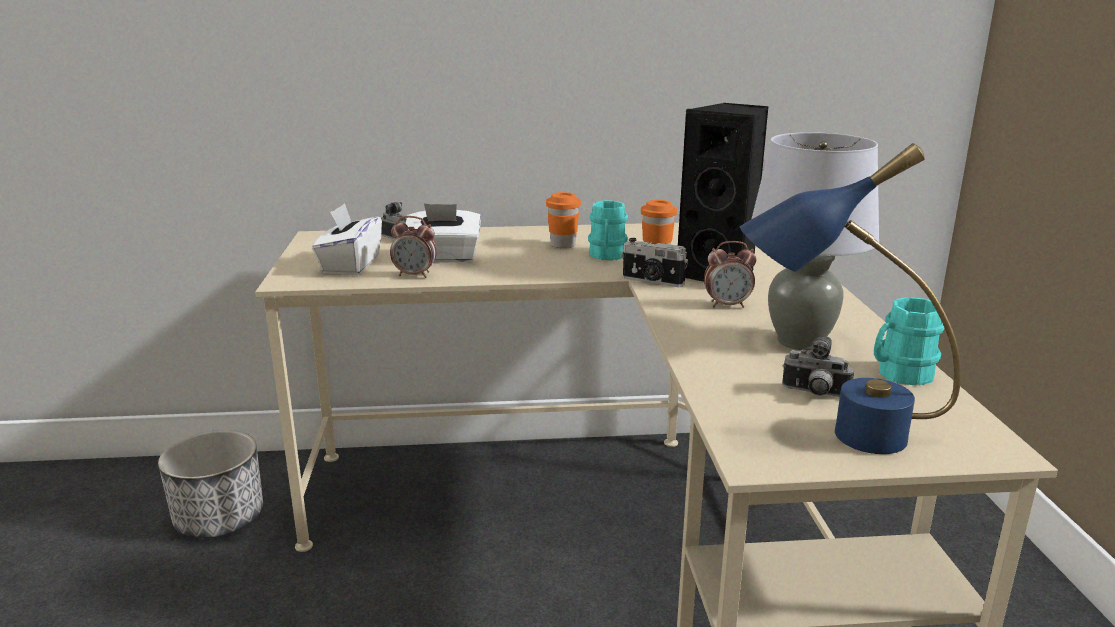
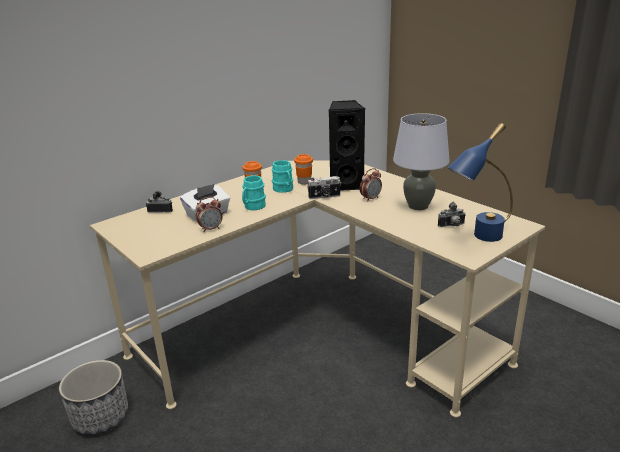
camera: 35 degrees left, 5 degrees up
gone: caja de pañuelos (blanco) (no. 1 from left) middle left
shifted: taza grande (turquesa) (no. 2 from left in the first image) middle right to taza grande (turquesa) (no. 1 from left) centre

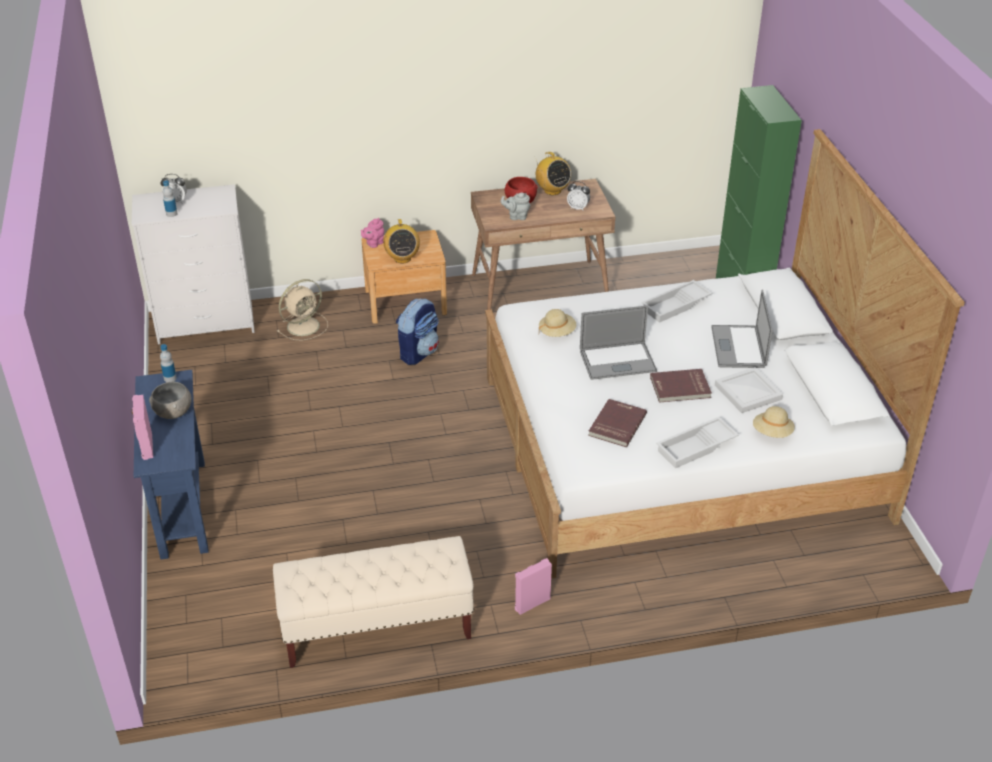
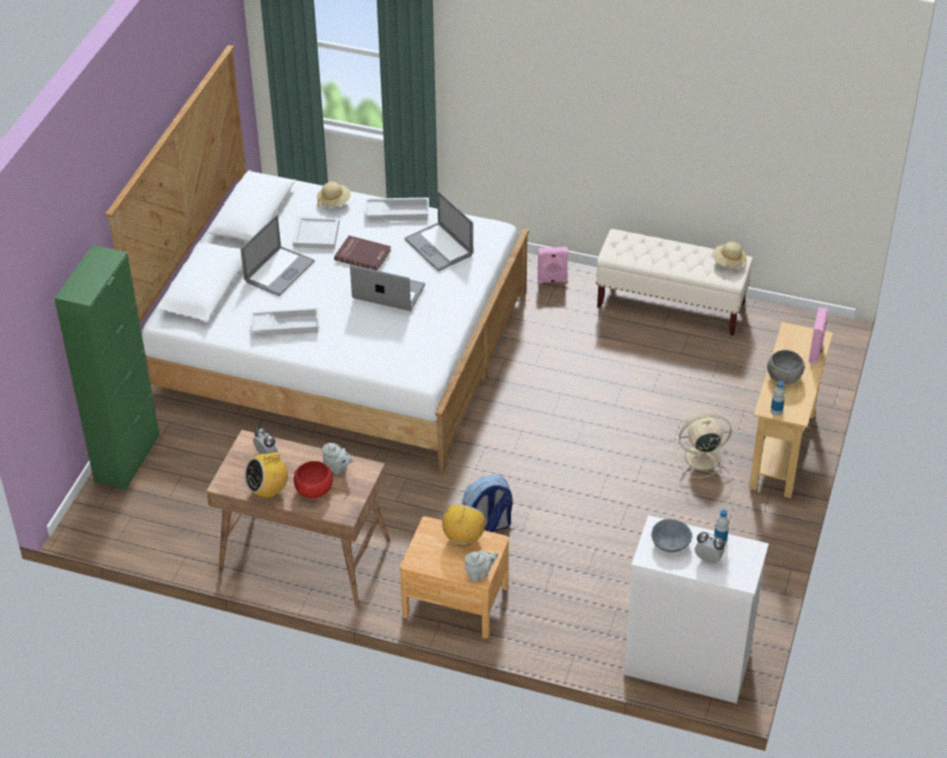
camera: 150 degrees left, 5 degrees up
new: cuenco (gris) (no. 1 from left) bottom right
shifted: ventilador (beis) middle left to middle right; sombrero (beis) (no. 1 from left in the first image) centre to sombrero (beis) (no. 2 from left) middle right
swapped: libro (rojo) (no. 1 from left) centre to portátil (no. 3 from left) top centre
repainted: tetera (rosa) top centre to tetera (gris) (no. 2 from left) bottom centre; mesa consola (azul) middle left to mesa consola (beis) middle right
rotated: radio (no. 2 from left in the first image) top centre = middle left 120 degrees counterclockwise

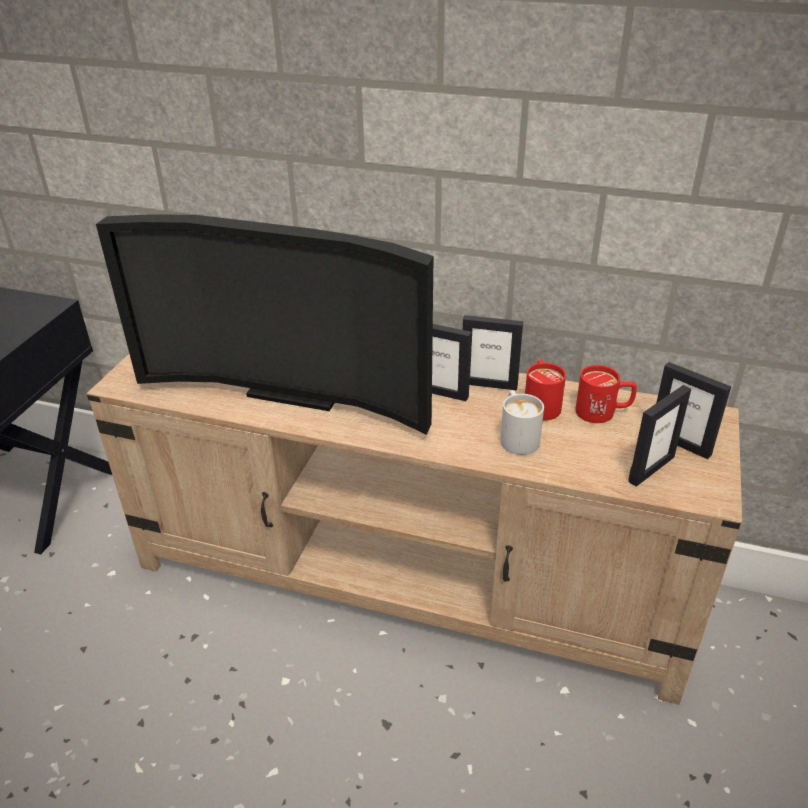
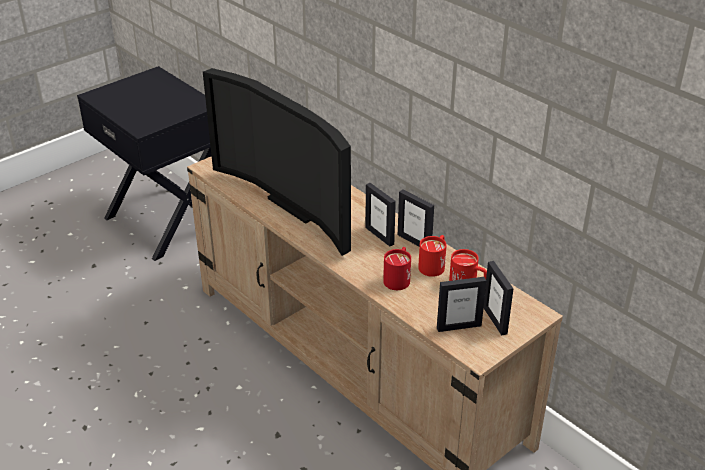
camera: 30 degrees right, 0 degrees up
repainted: taza grande (blanco) centre to taza grande (rojo) (no. 1 from left) centre

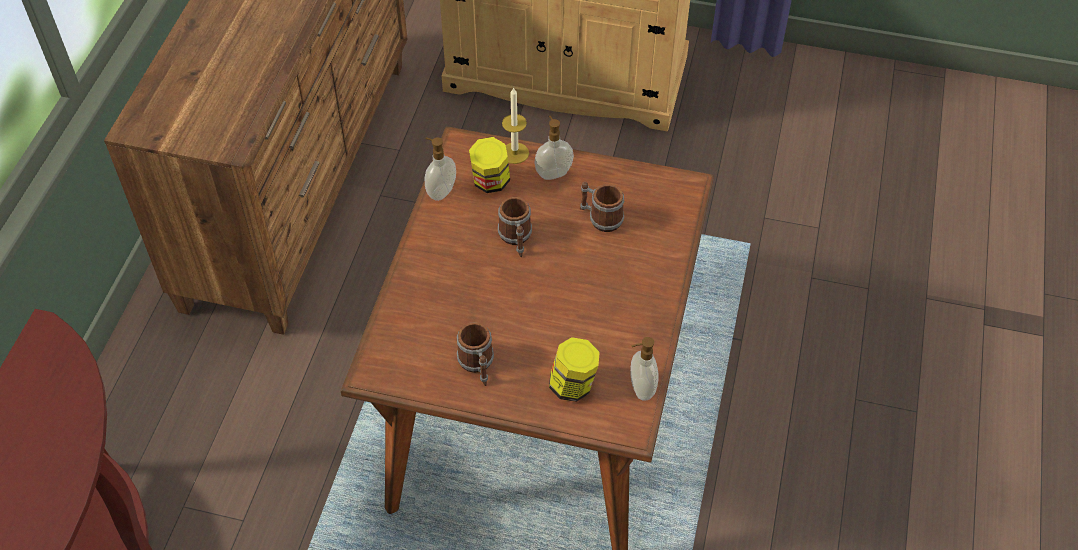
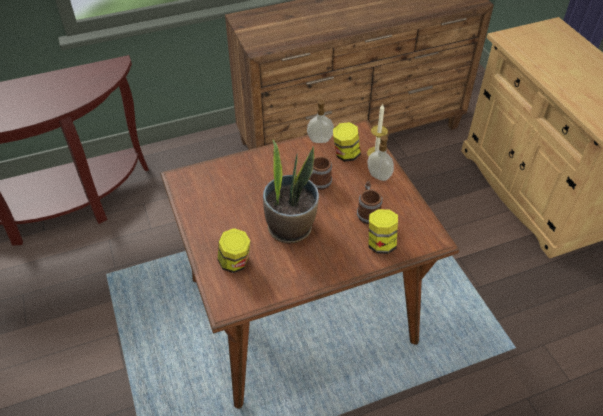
camera: 55 degrees right, 5 degrees down
gone: taza grande (no. 1 from left) centre; dispensador de jabón (no. 3 from left) bottom centre
new: planta en maceta centre; tarro (no. 3 from left) centre

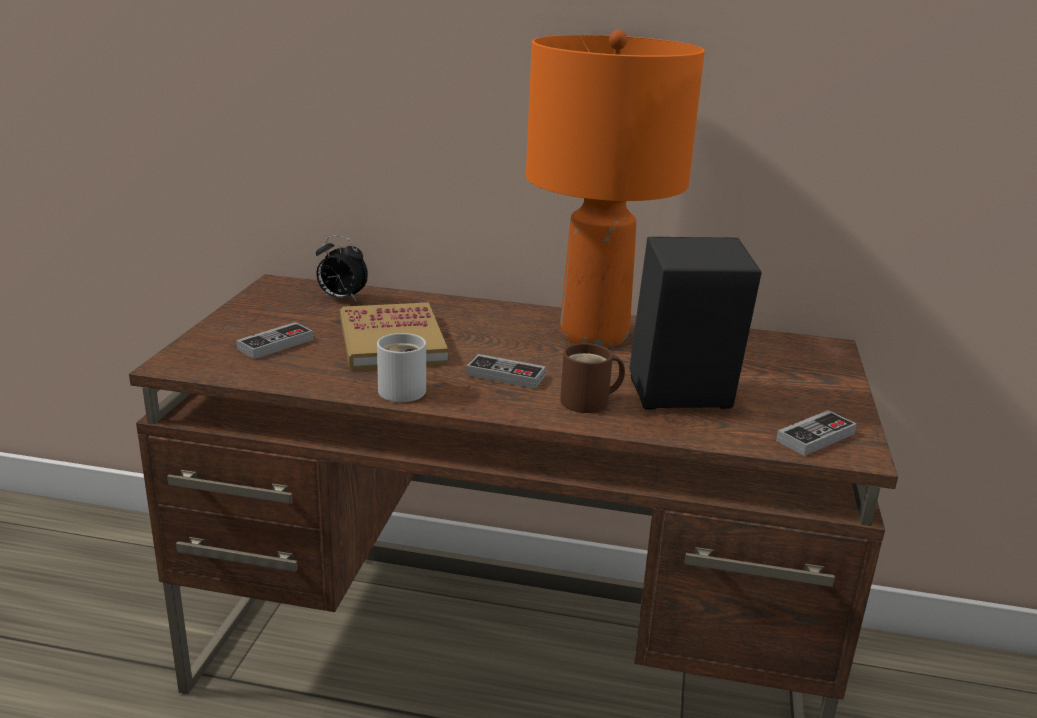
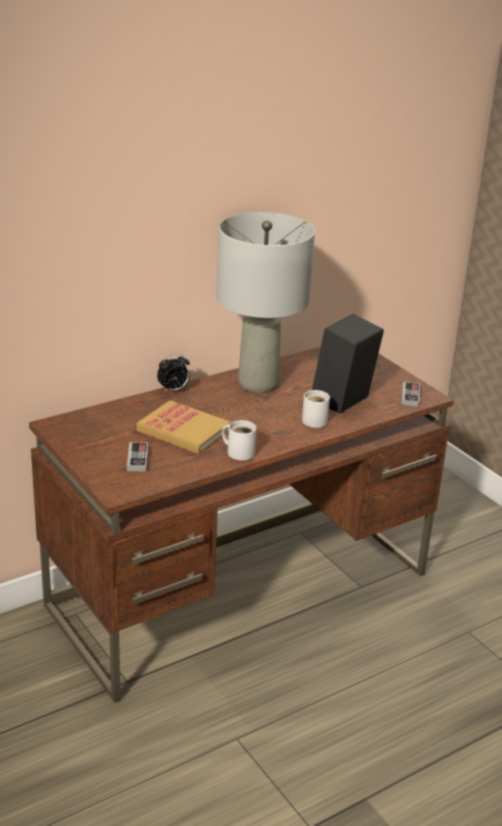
camera: 45 degrees left, 5 degrees up
gone: mando de consola (no. 2 from left) centre
shifted: despertador middle left to centre
repainted: lámpara de mesa (naranja) top centre to lámpara de mesa (gris) centre; taza grande (marrón) centre to taza grande (blanco) (no. 2 from left) centre

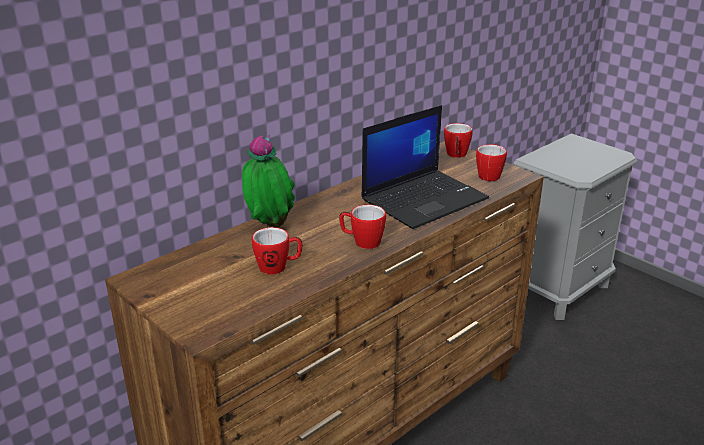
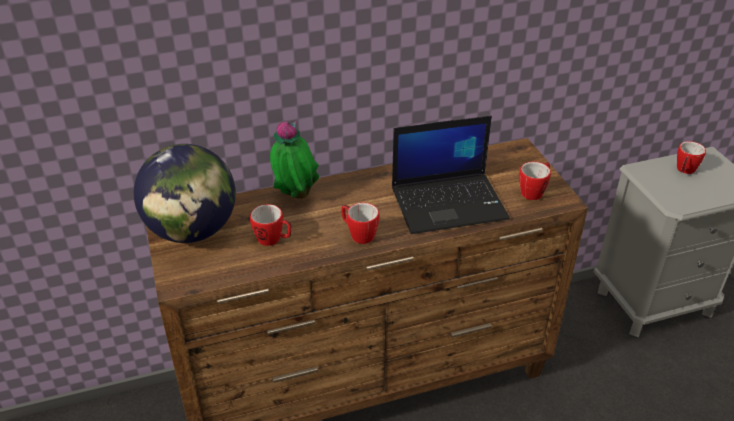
camera: 25 degrees right, 10 degrees up
new: globo terráqueo middle left
shifted: taza grande (no. 3 from left in the first image) top centre to taza grande (no. 4 from left) middle right

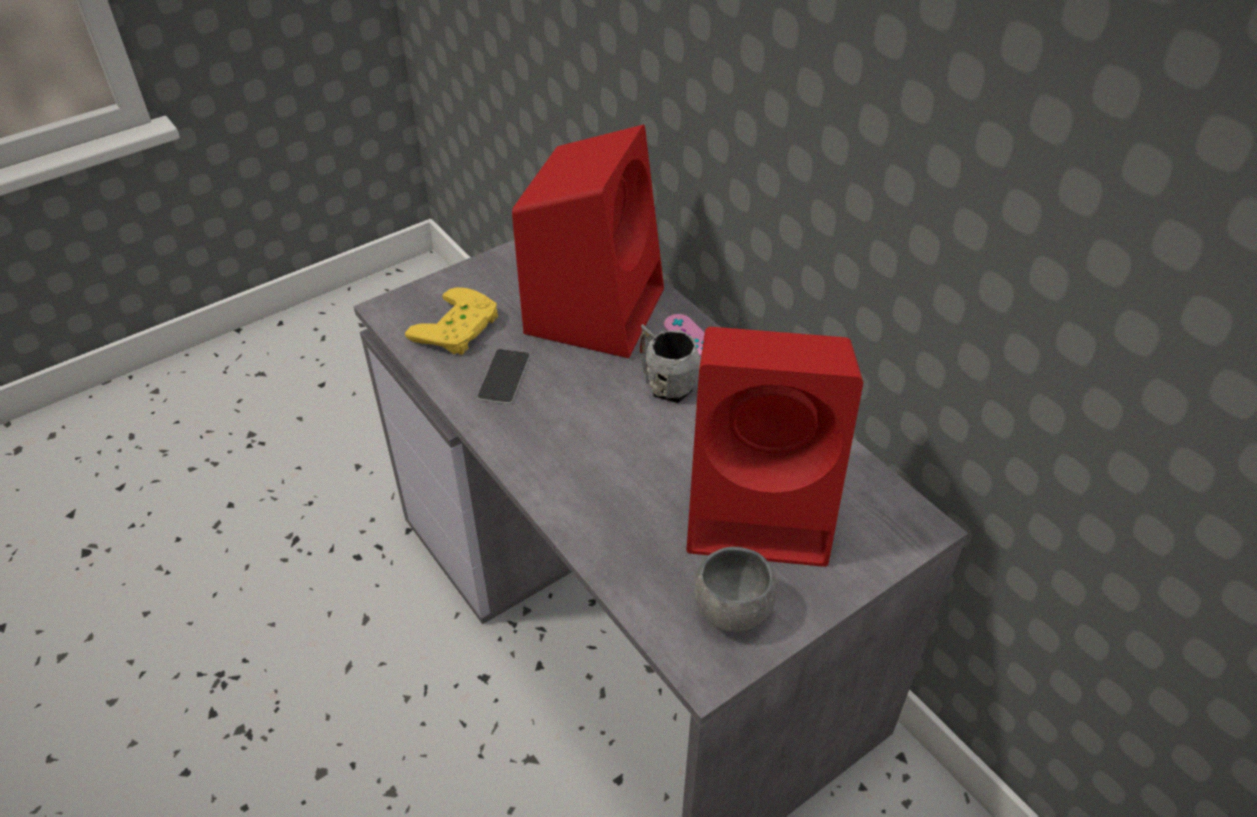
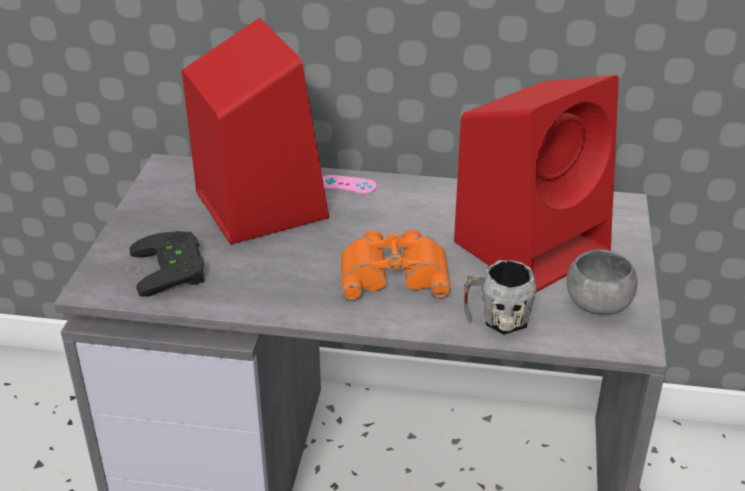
camera: 45 degrees left, 10 degrees down
gone: móvil centre
new: prismáticos (naranja) centre
shifted: taza grande (gris) centre to middle right
repainted: mando de consola (amarillo) centre to mando de consola (negro) middle left

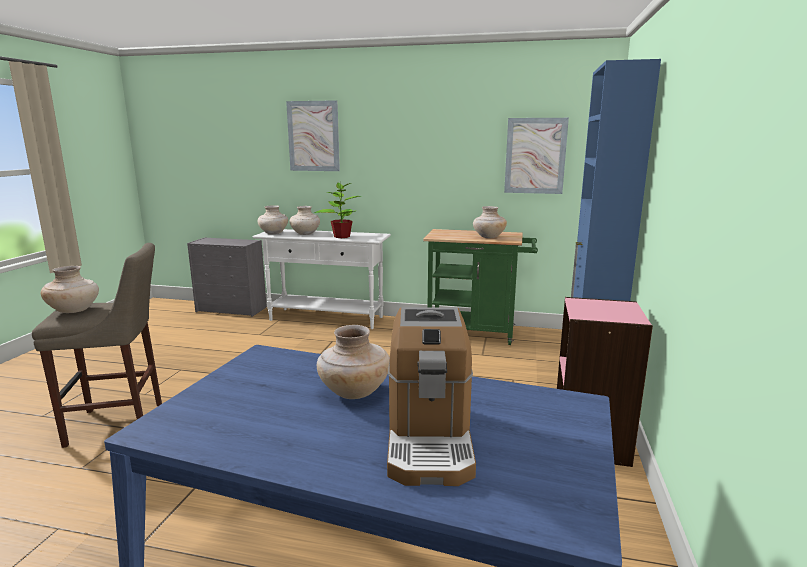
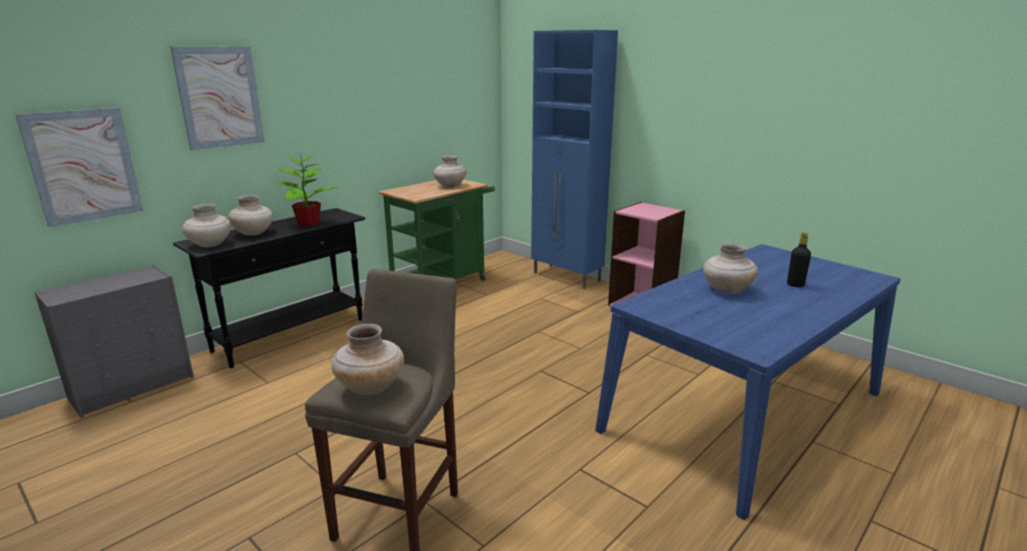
camera: 60 degrees left, 5 degrees up
shifted: cuadro (no. 2 from left in the first image) top centre to cuadro (no. 1 from left) top left
swapped: cafetera bottom centre to botella (negro) middle right
repainted: mesa consola (blanco) centre to mesa consola (negro) middle left

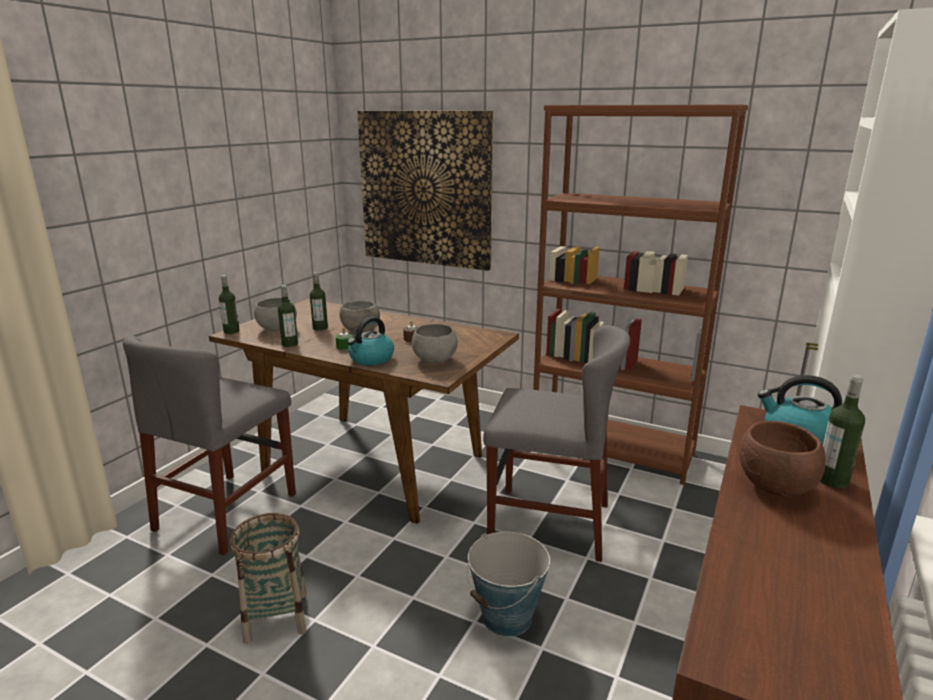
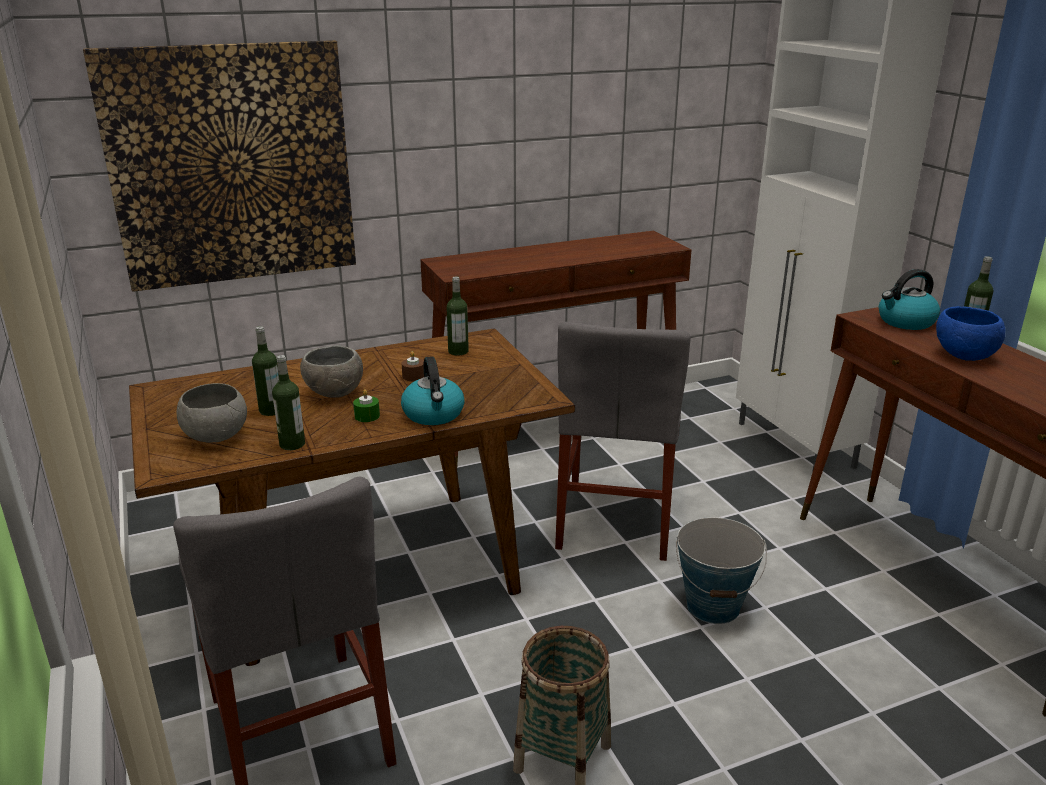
camera: 50 degrees left, 5 degrees up
gone: cuenco (gris) (no. 3 from left) centre
shifted: botella (no. 1 from left in the first image) middle left to botella (no. 3 from left) centre
swapped: estantería (marrón) middle right to mesa consola (marrón) (no. 1 from left) centre
repainted: cuenco (marrón) middle right to cuenco (azul) middle right
rotated: silla (gris) (no. 2 from left) centre = centre 135 degrees clockwise

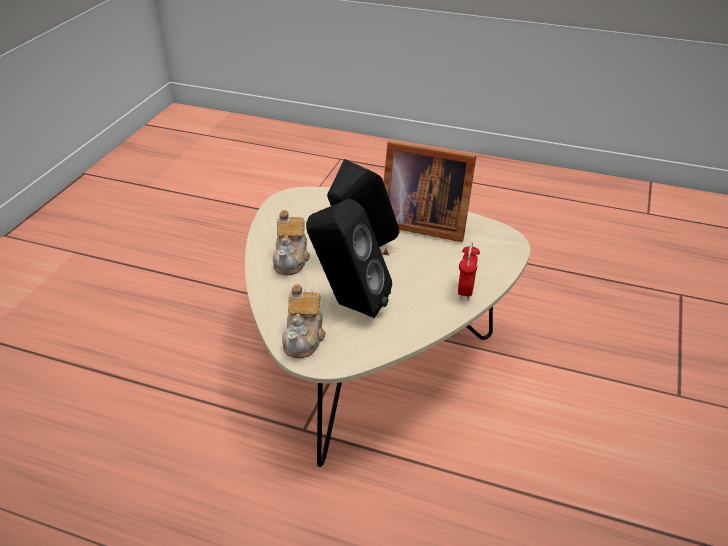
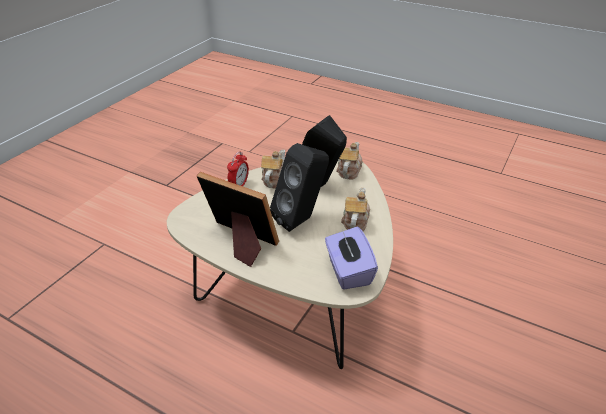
camera: 170 degrees left, 0 degrees up
new: tetera (no. 1 from left) centre; caja de pañuelos (morado) centre

